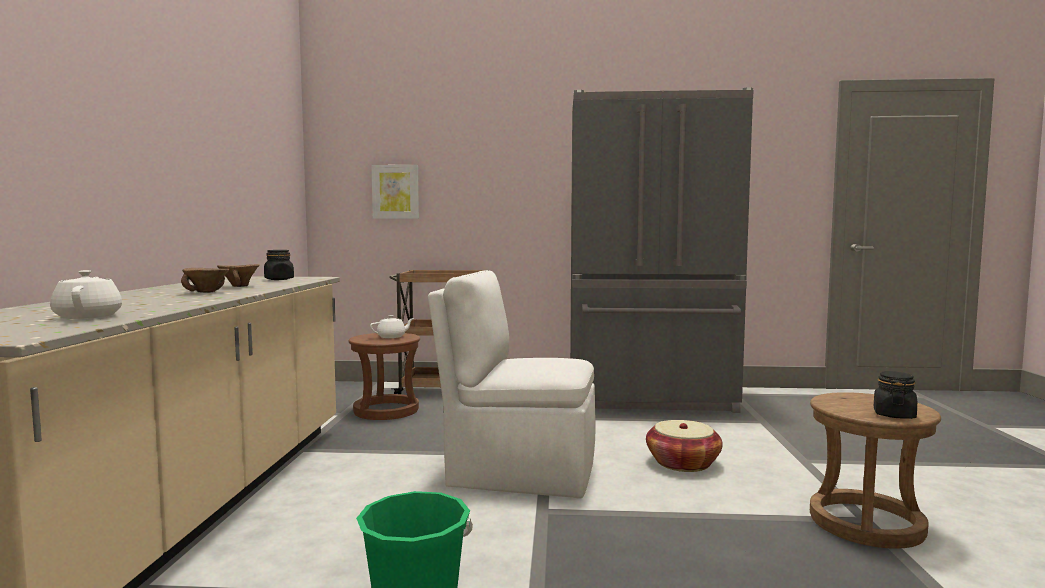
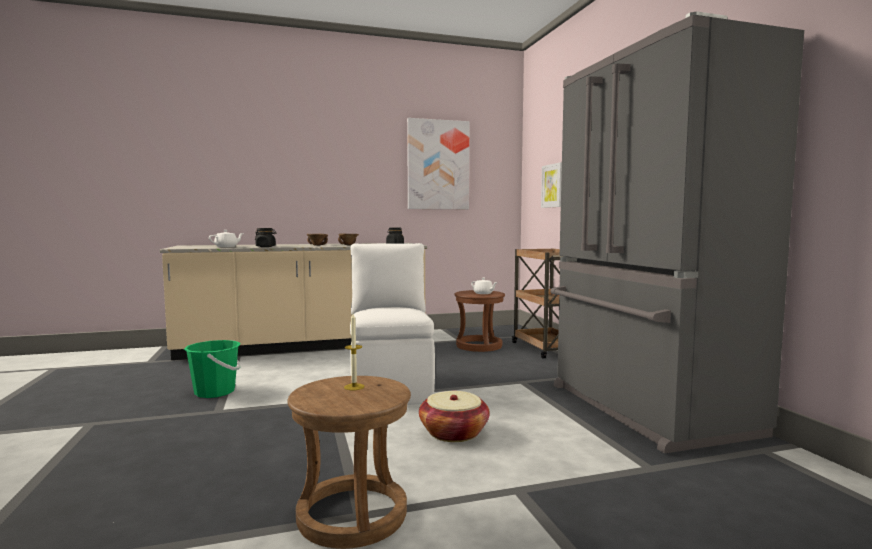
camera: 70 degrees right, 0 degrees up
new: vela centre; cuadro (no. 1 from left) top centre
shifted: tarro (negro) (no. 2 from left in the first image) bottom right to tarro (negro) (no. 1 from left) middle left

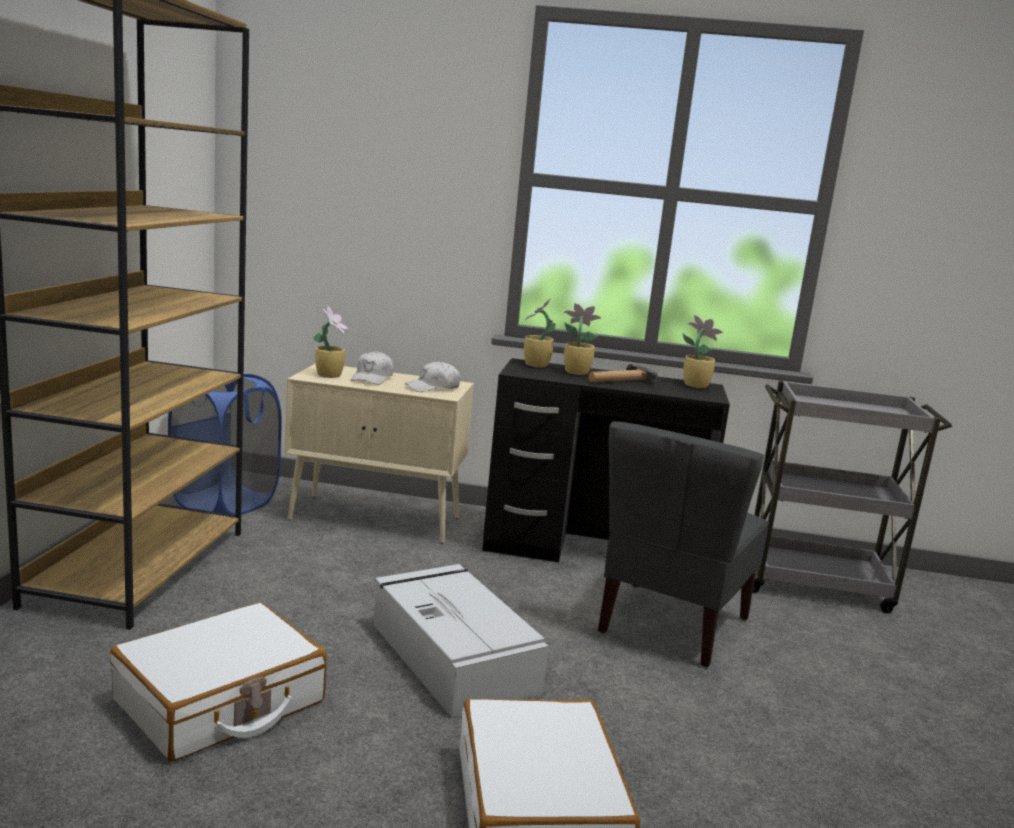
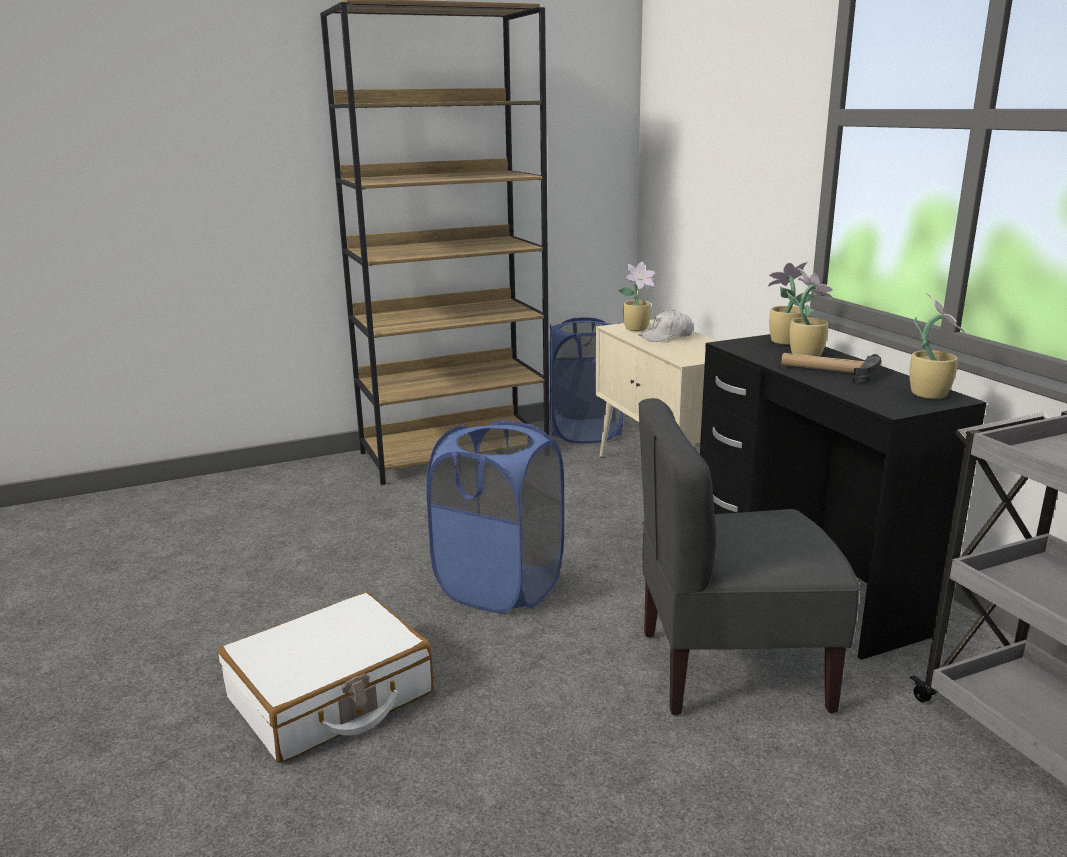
camera: 60 degrees right, 5 degrees up
gone: maleta (blanco) (no. 1 from left) bottom left; gorra (blanco) (no. 2 from left) centre
swapped: caja de almacenaje (gris) bottom centre to cesto de la ropa (azul) (no. 1 from left) centre

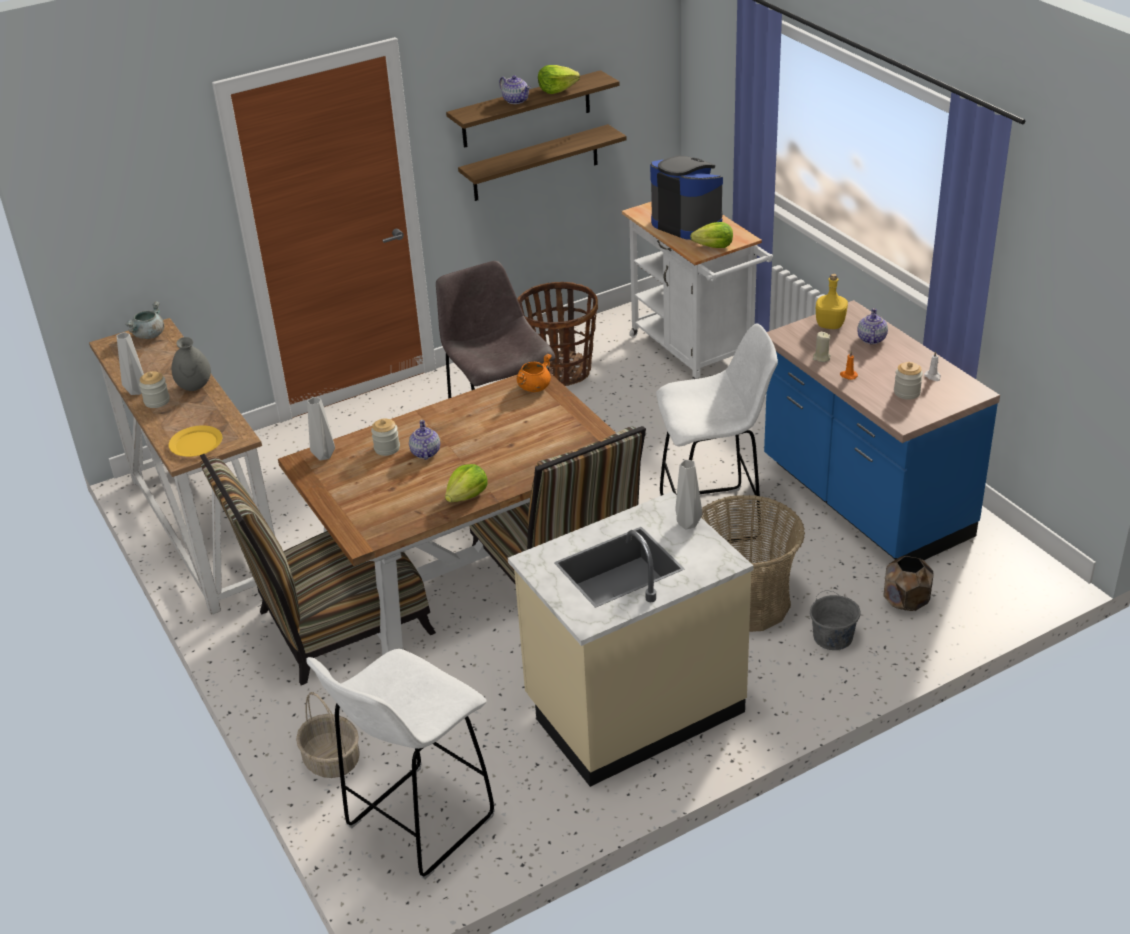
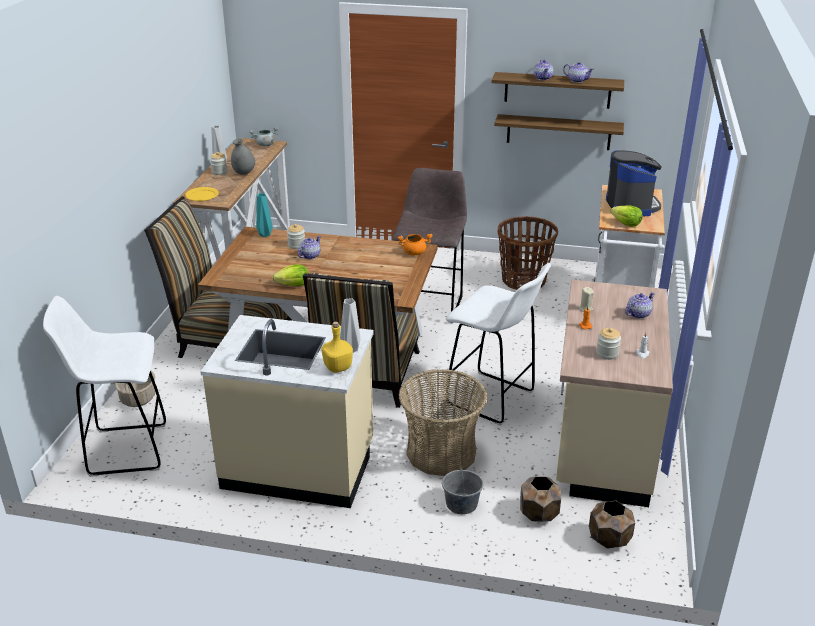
camera: 40 degrees right, 5 degrees down
new: maceta (marrón) (no. 2 from left) bottom right
shifted: botella (amarillo) top right to centre
swapped: lechuga (no. 2 from left) top centre to tetera (no. 3 from left) top right
repainted: florero (gris) (no. 3 from left) middle left to florero (turquesa) middle left; mueble bajo de cocina (azul) middle right to mueble bajo de cocina (beis) (no. 2 from left) middle right

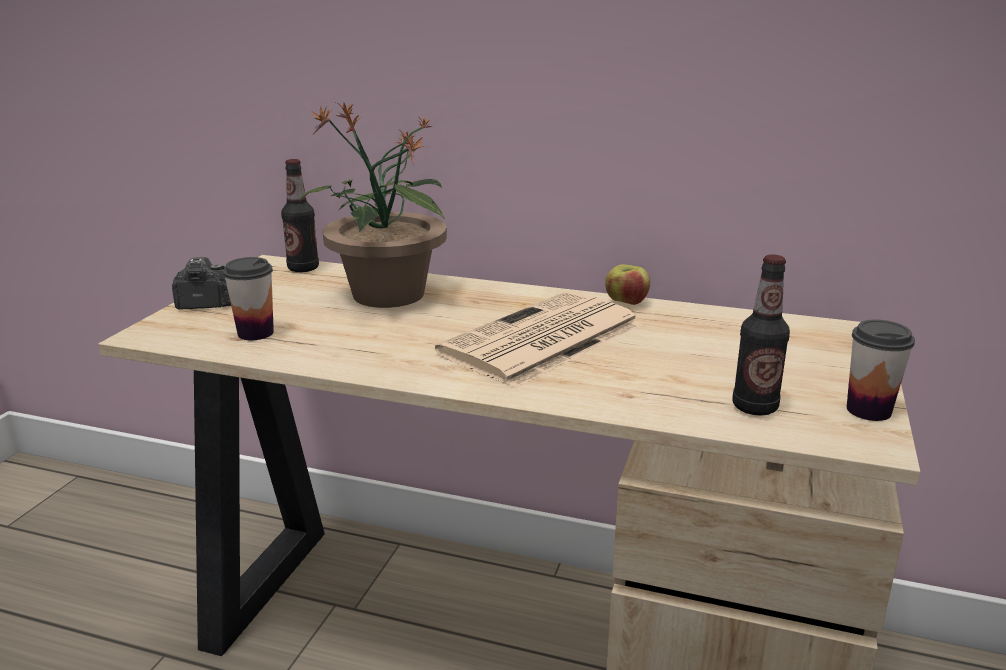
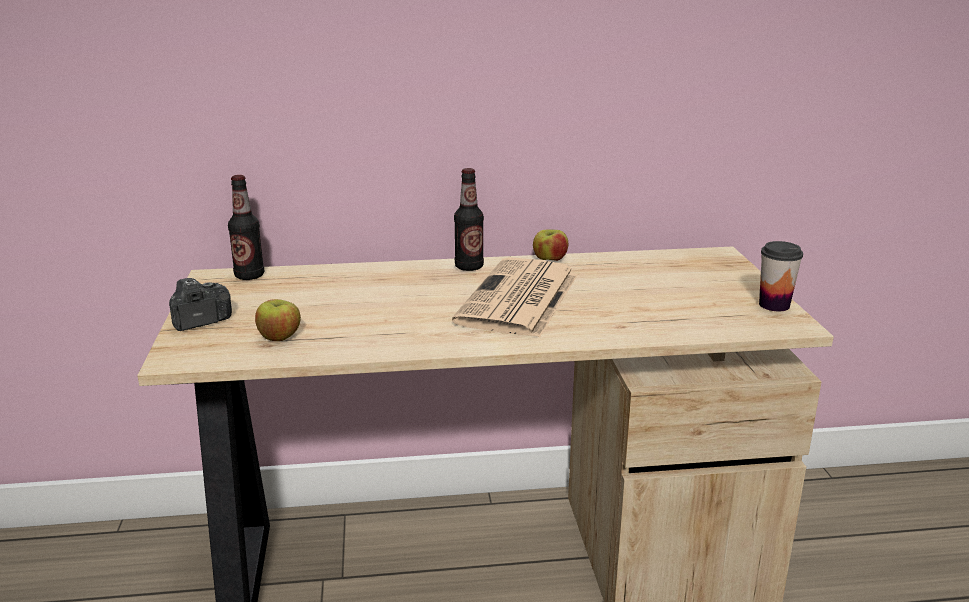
camera: 25 degrees left, 0 degrees up
gone: planta en maceta top centre
shifted: botella (no. 2 from left) middle right to centre
swapped: taza (no. 1 from left) middle left to manzana (no. 1 from left) middle left

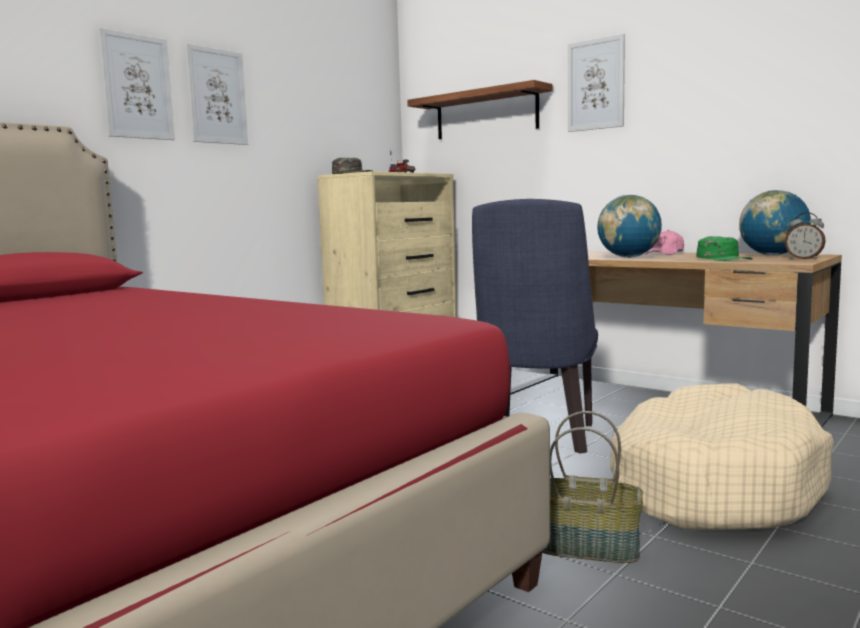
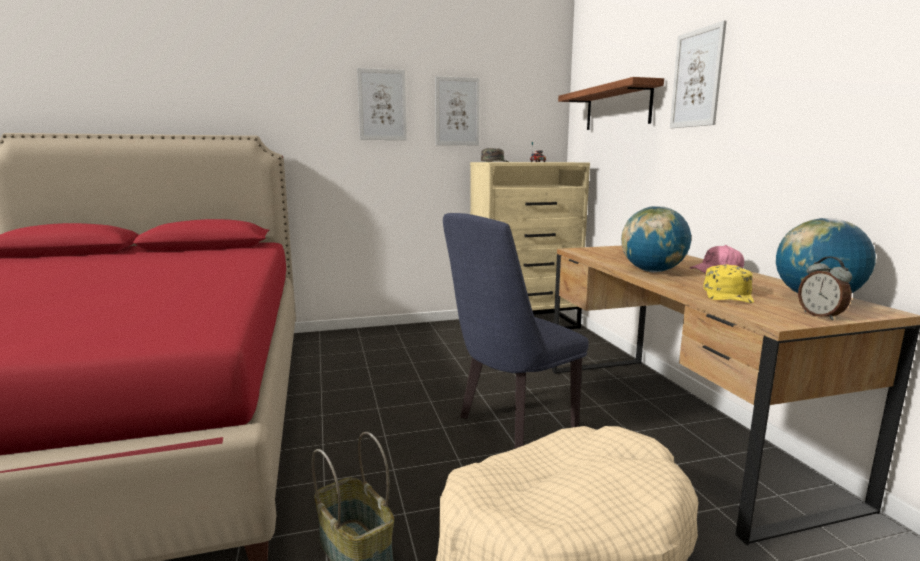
camera: 35 degrees right, 5 degrees up
shifted: cuadro (no. 1 from left in the first image) top left to cuadro (no. 2 from left) top centre
repainted: gorra (verde) (no. 2 from left) middle right to gorra (amarillo) middle right

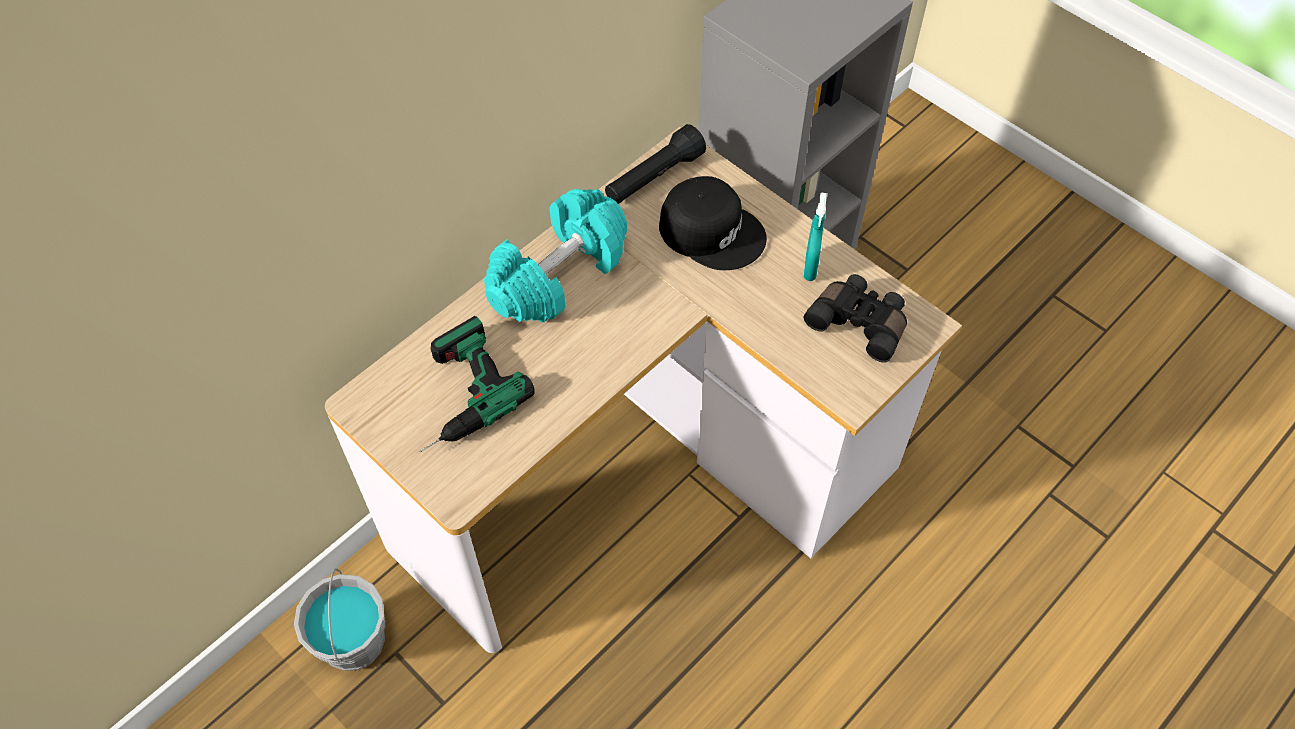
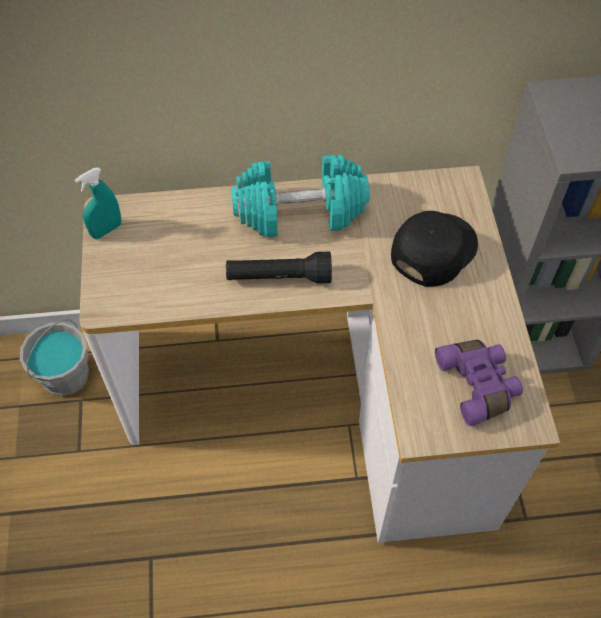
camera: 40 degrees right, 0 degrees up
gone: taladro centre
shifted: pulverizador (turquesa) top centre to top left; linterna (negro) top centre to centre
repainted: prismáticos (negro) centre to prismáticos (morado) middle right
rotated: gorra (negro) top centre = middle right 120 degrees counterclockwise

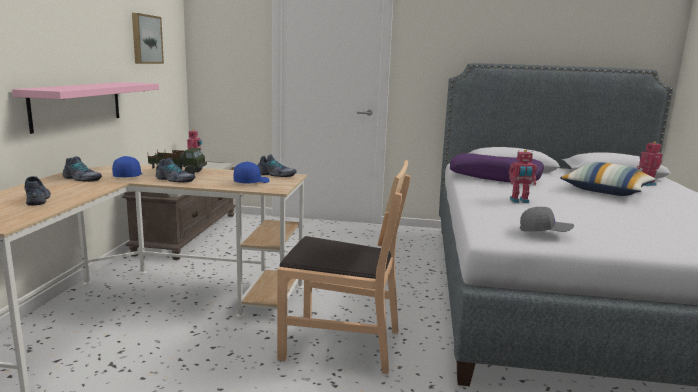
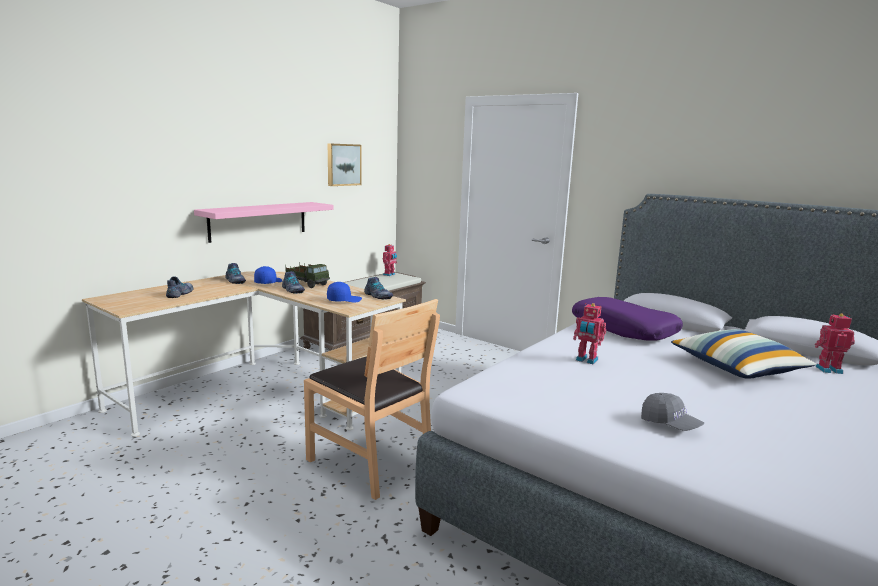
camera: 30 degrees right, 0 degrees up
shifted: gorra (gris) middle right to bottom right

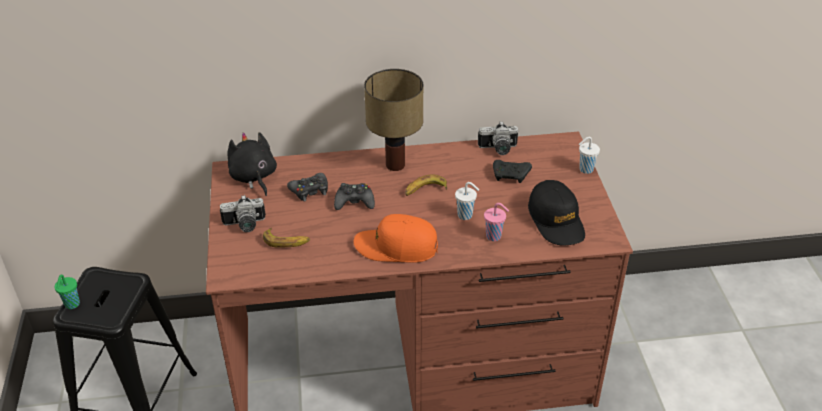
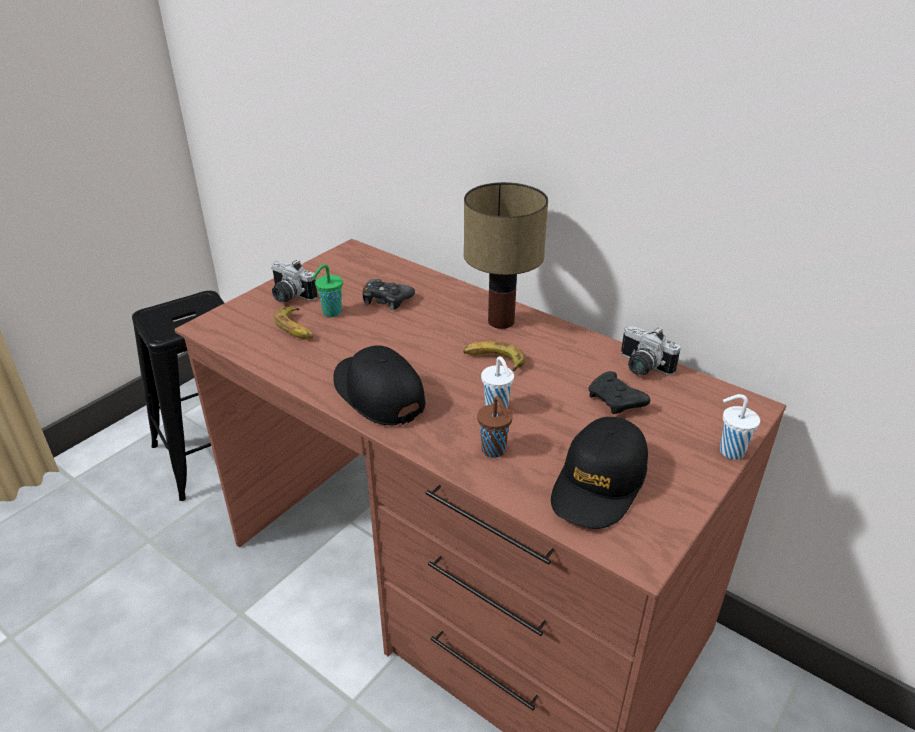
camera: 45 degrees right, 5 degrees down
gone: peluche (negro) middle left; mando de consola (negro) (no. 2 from left) centre
shifted: taza (verde) bottom left to centre
repainted: gorra (naranja) centre to gorra (negro) (no. 1 from left) centre; taza (rosa) centre to taza (marrón) centre

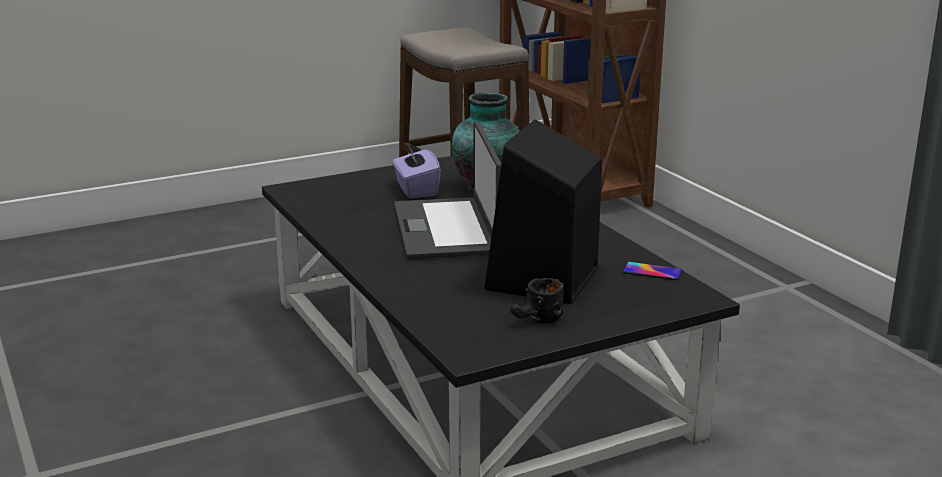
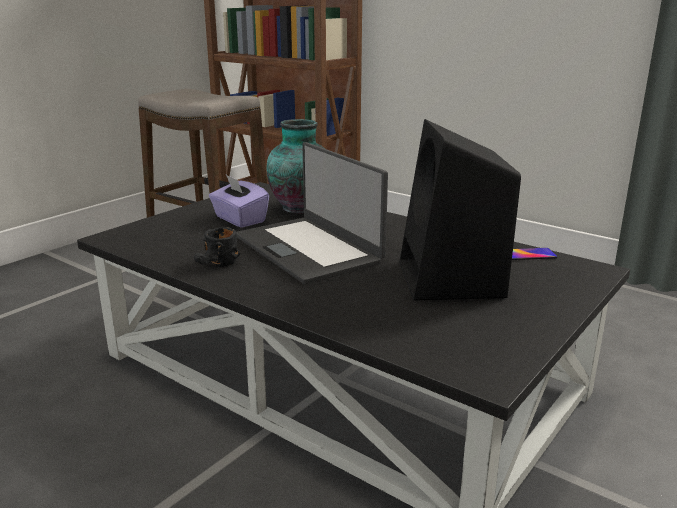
camera: 25 degrees left, 0 degrees up
shifted: taza grande (negro) centre to middle left

